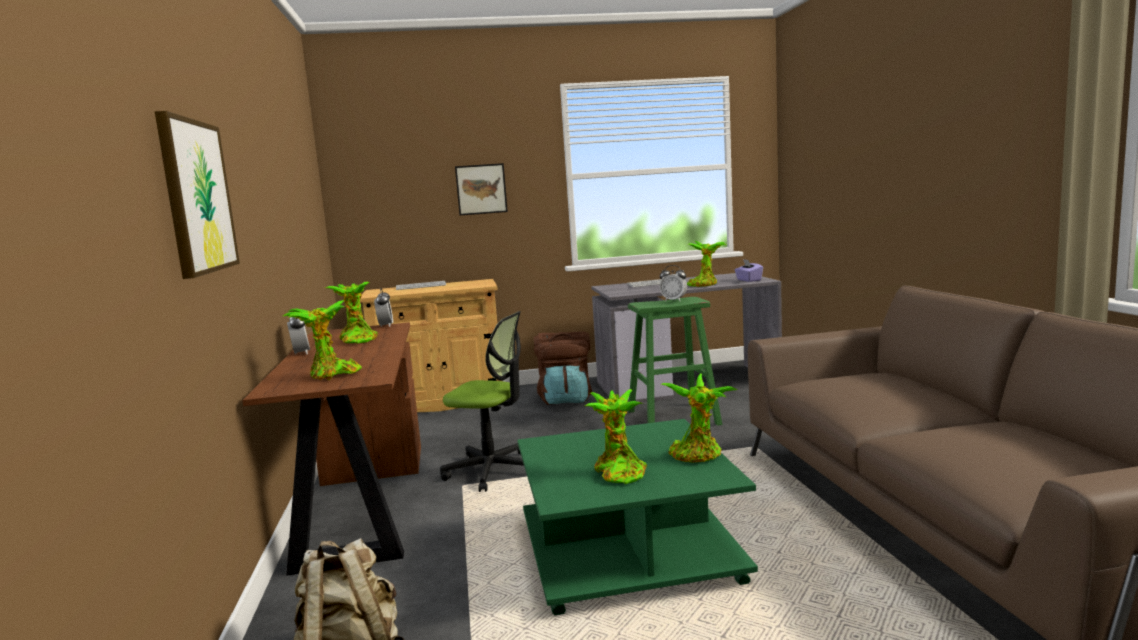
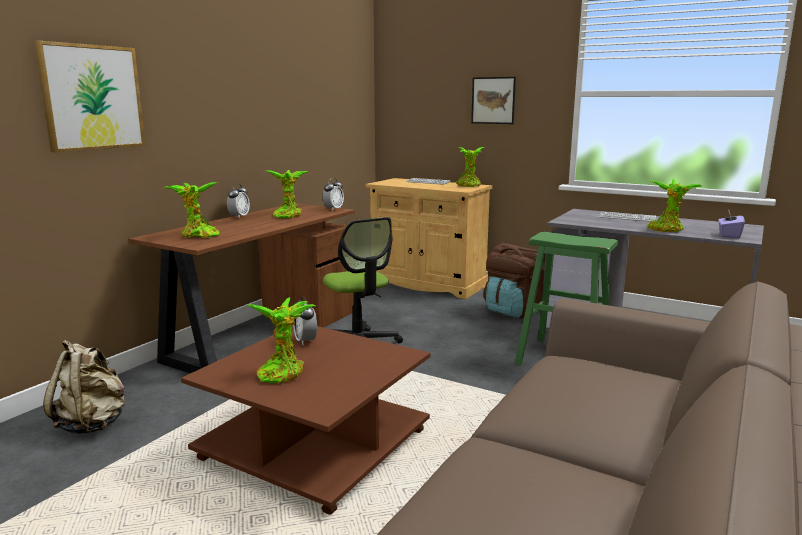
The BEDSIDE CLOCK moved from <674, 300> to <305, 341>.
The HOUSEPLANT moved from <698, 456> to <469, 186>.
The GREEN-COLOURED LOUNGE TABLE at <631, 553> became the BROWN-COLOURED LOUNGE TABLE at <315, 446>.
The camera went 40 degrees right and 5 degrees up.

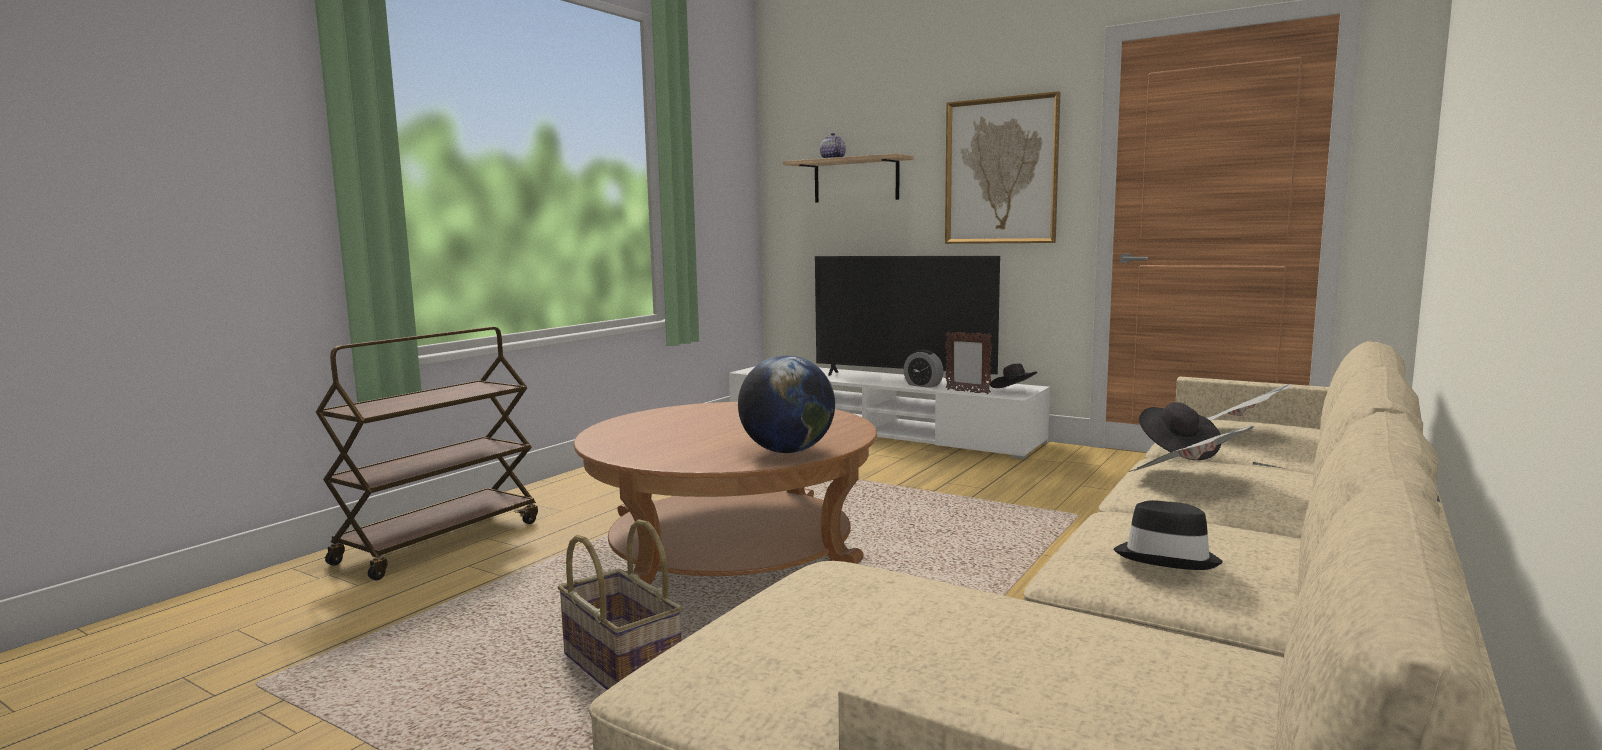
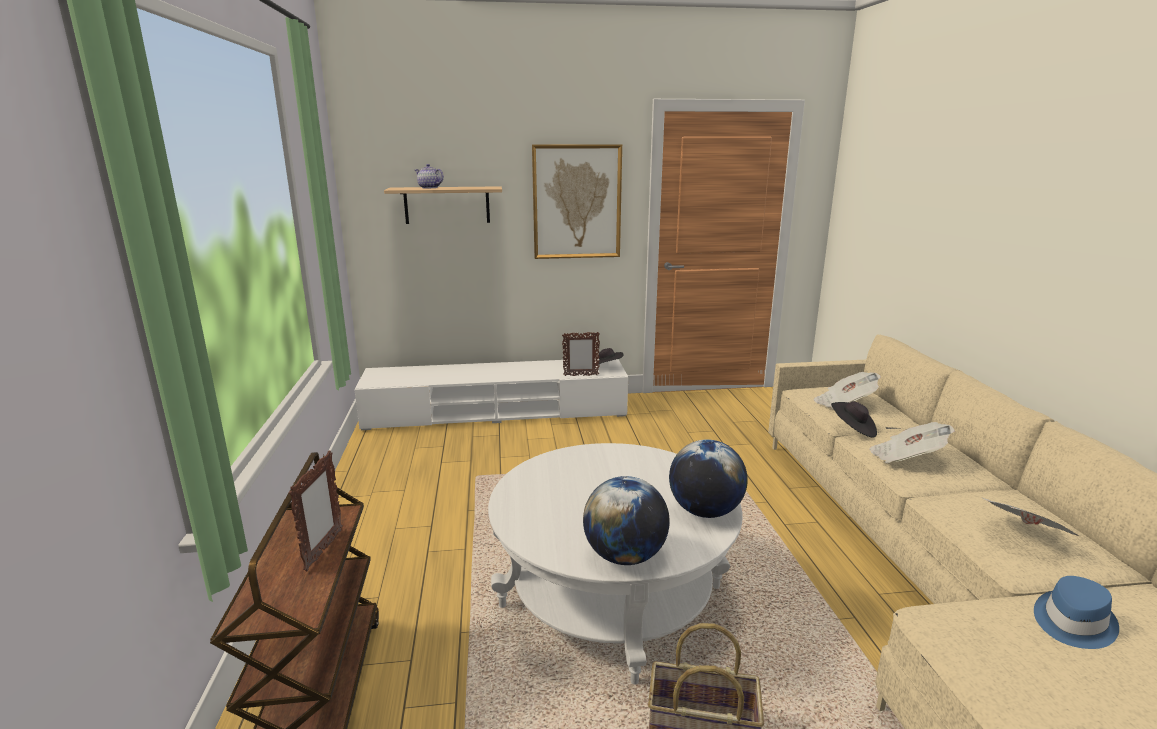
The TELEVISION at <903, 378> disappeared.
The BEDSIDE CLOCK at <923, 385> disappeared.
The PHOTO FRAME at <323, 550> appeared.
The WORLD GLOBE at <625, 556> appeared.
The BLUE-COLOURED CLOTHING HAT at <1072, 622> appeared.
The BLACK CLOTHING HAT at <1167, 557> was replaced by the NEWSPAPER at <1025, 536>.
The BROWN-COLOURED LOUNGE TABLE at <731, 566> became the WHITISH LOUNGE TABLE at <612, 597>.
The camera went 40 degrees left and 10 degrees up.

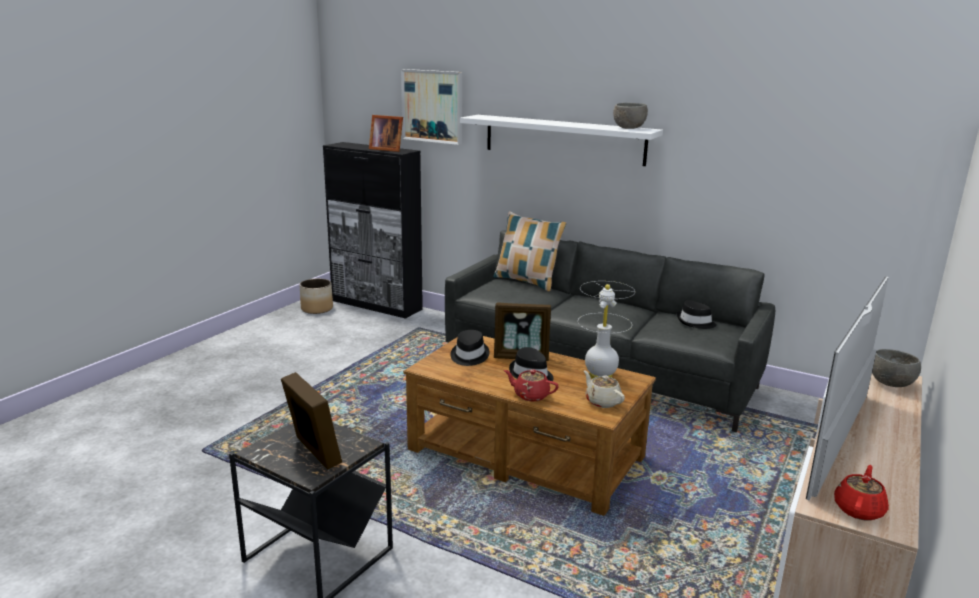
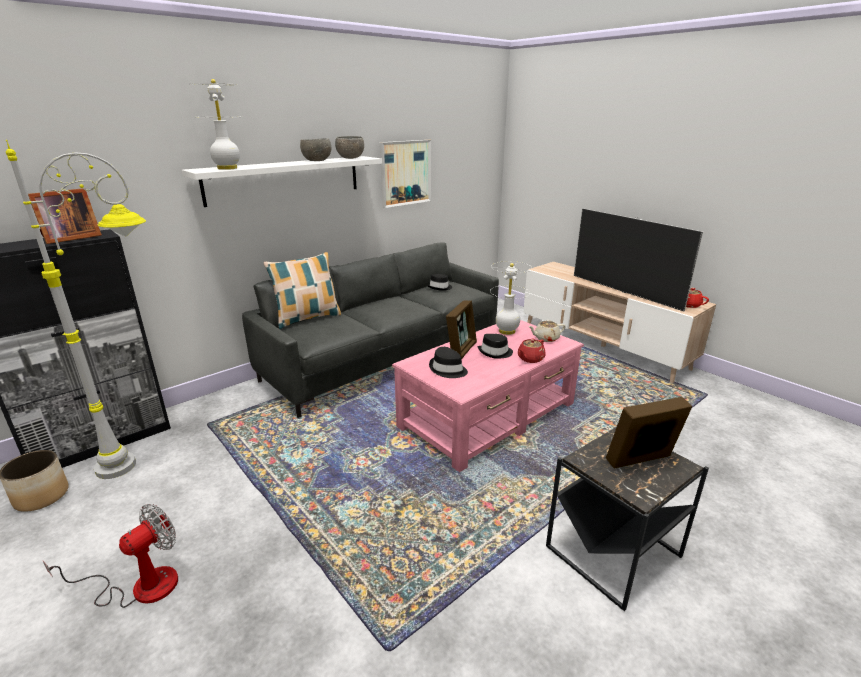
The GREY FLOOR LAMP at <150, 456> appeared.
The ELECTRIC FAN at <140, 586> appeared.
The WHITISH TABLE LAMP at <227, 168> appeared.
The WALL ART moved from <432, 106> to <405, 173>.
The GREY BOWL moved from <892, 384> to <317, 161>.
The BROWN-COLOURED LOUNGE TABLE at <526, 454> became the PINK LOUNGE TABLE at <489, 415>.
The camera went 70 degrees left and 5 degrees up.

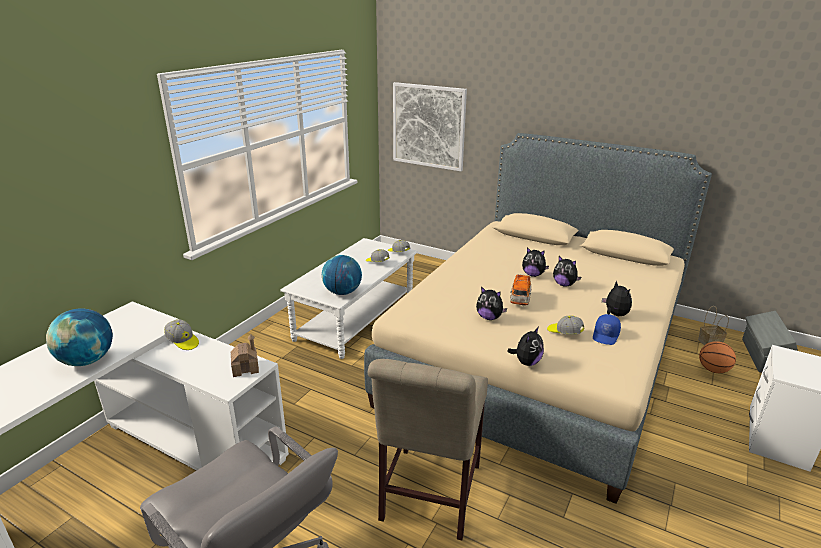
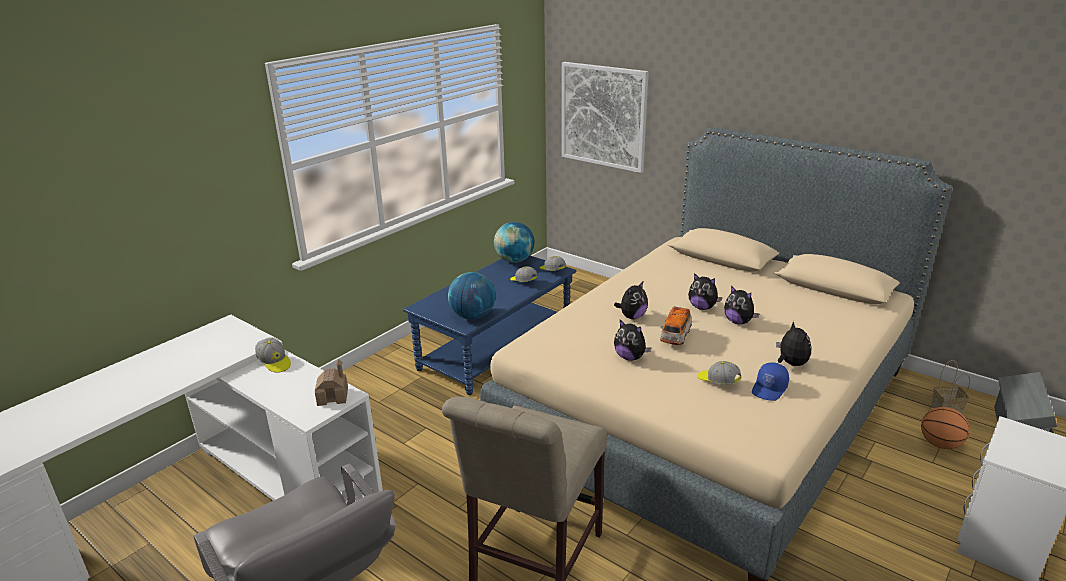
The WORLD GLOBE moved from <87, 360> to <514, 260>.
The SOFT TOY moved from <526, 362> to <632, 317>.
The WHITISH LOUNGE TABLE at <355, 318> became the BLUE-COLOURED LOUNGE TABLE at <496, 348>.
The camera went 10 degrees right and 0 degrees up.

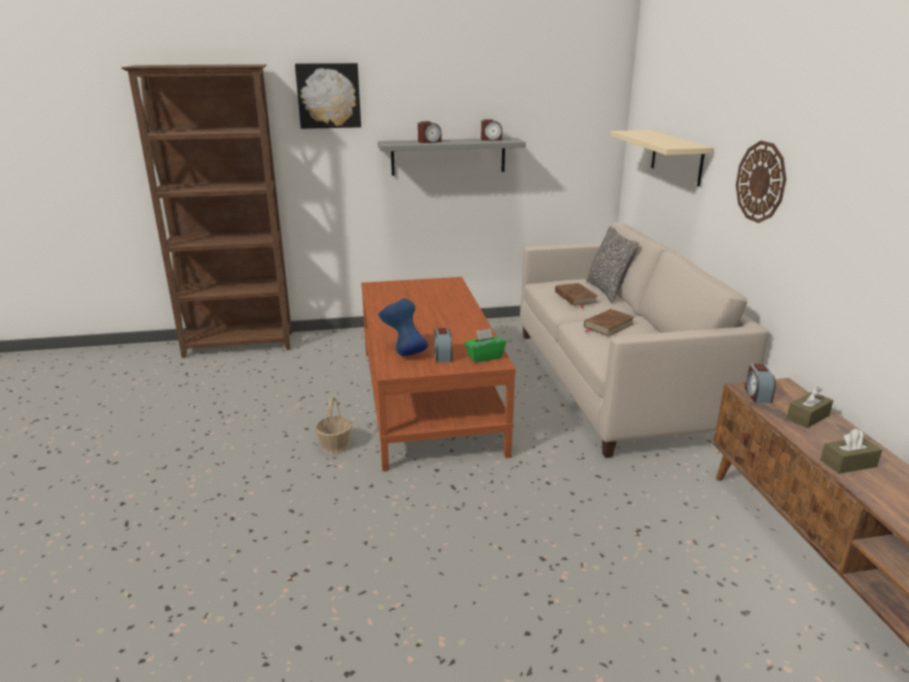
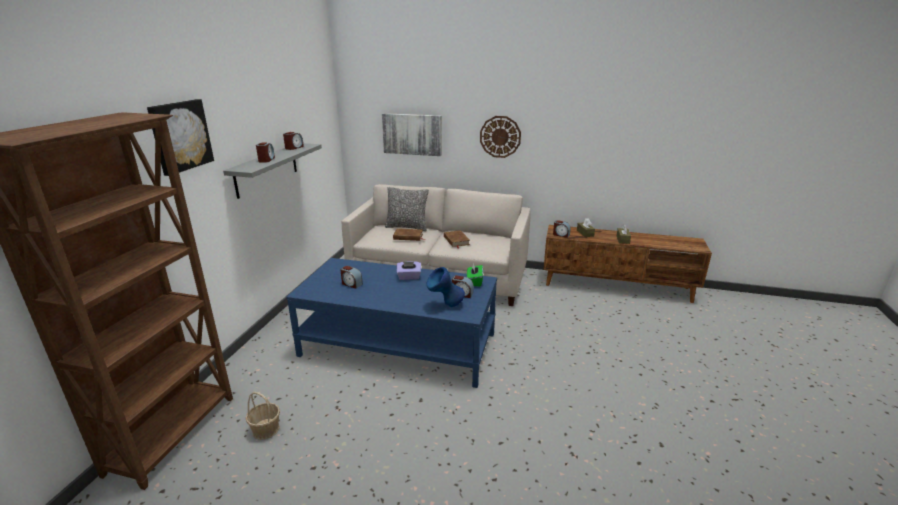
The BEDSIDE CLOCK at <351, 284> appeared.
The PURPLISH TISSUE BOX at <409, 277> appeared.
The HOUSEHOLD BASKET moved from <335, 445> to <266, 429>.
The SAND-COLOURED SHELF at <676, 157> was replaced by the WALL ART at <412, 134>.
The BROWN-COLOURED LOUNGE TABLE at <428, 399> became the BLUE-COLOURED LOUNGE TABLE at <399, 345>.
The camera went 65 degrees left and 0 degrees up.

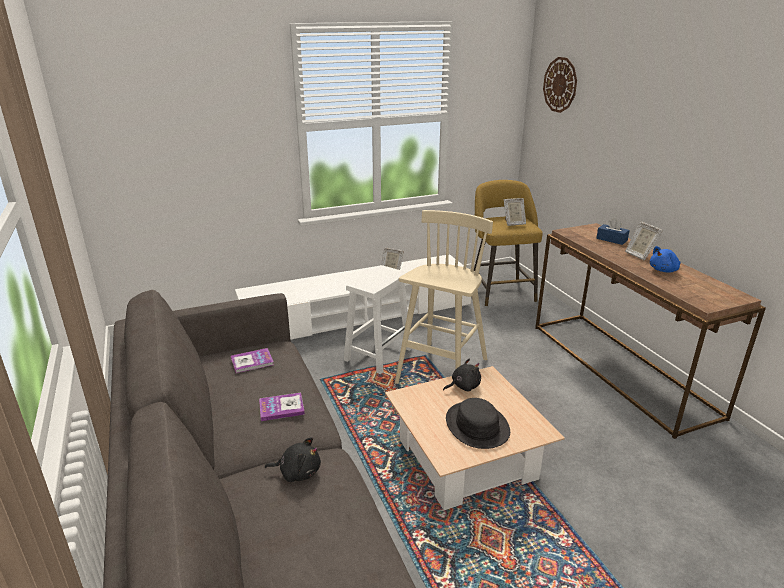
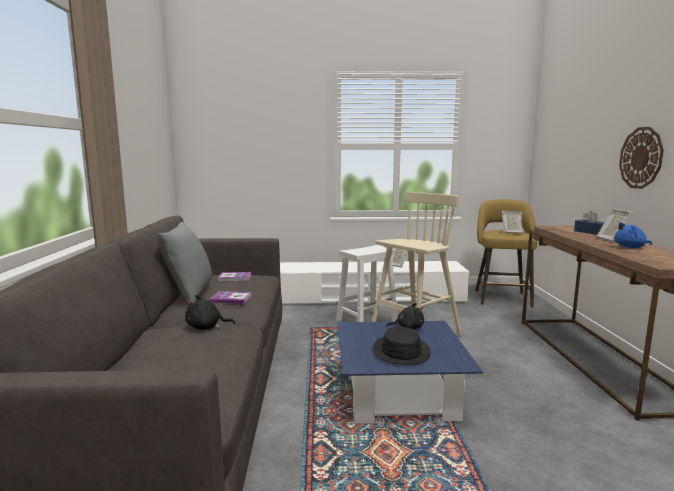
The GREY CUSHION at <189, 294> appeared.
The HANGING CLOCK moved from <560, 85> to <641, 158>.
The SAND-COLOURED LOUNGE TABLE at <466, 459> became the BLUE-COLOURED LOUNGE TABLE at <399, 394>.
The BLACK SOFT TOY at <298, 472> turned 150 degrees clockwise.
The camera went 20 degrees right and 15 degrees down.

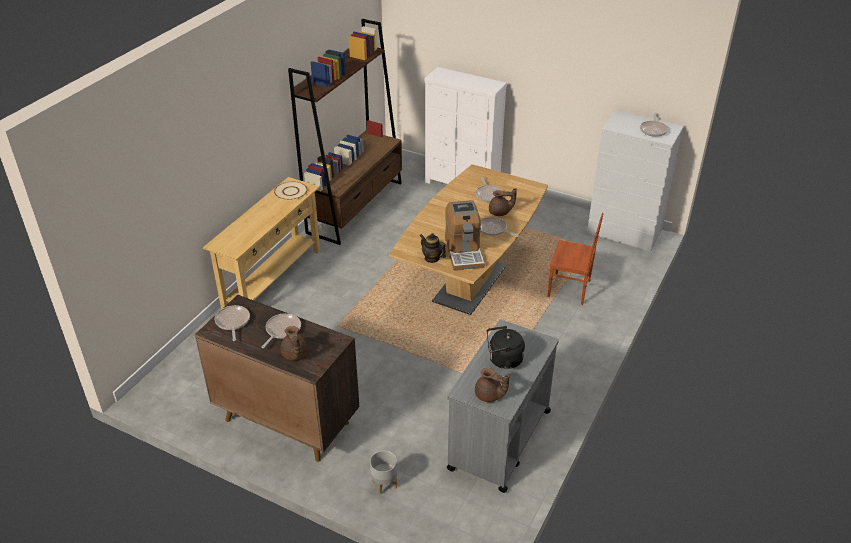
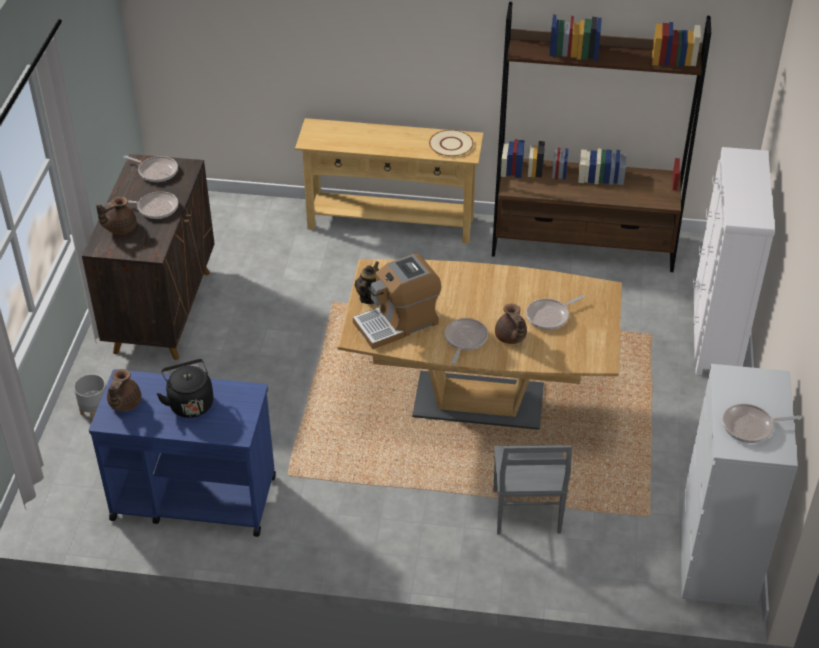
The GREY TROLLEY at <499, 440> became the BLUE-COLOURED TROLLEY at <193, 497>.
The BROWN-COLOURED UPRIGHT CHAIR at <569, 289> became the GREY UPRIGHT CHAIR at <525, 513>.
The SKILLET at <232, 322> turned 60 degrees clockwise.
The camera went 70 degrees right and 5 degrees up.

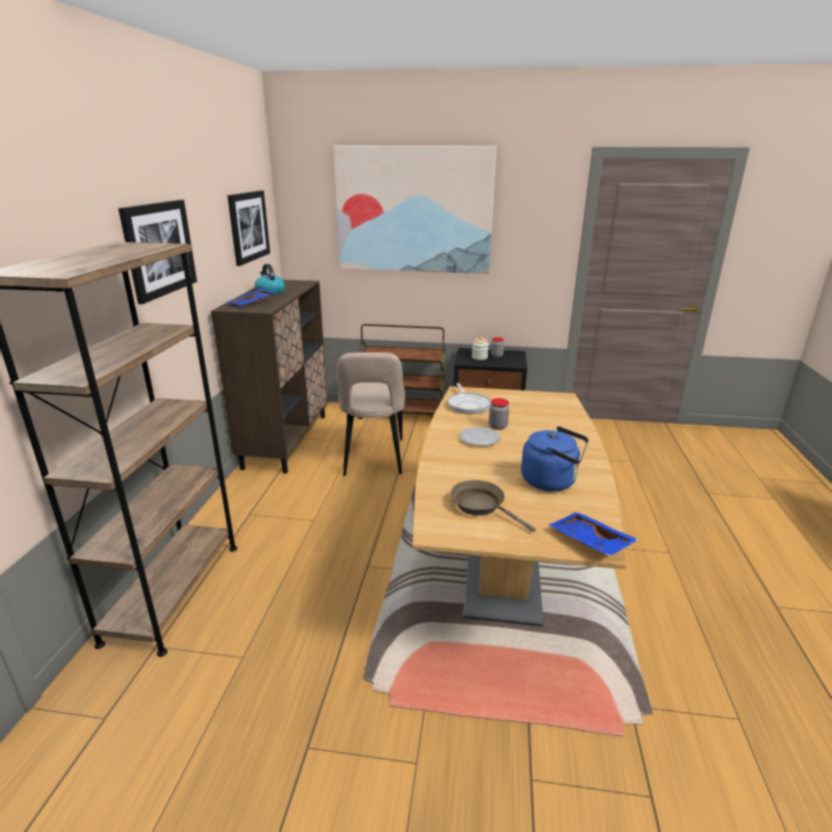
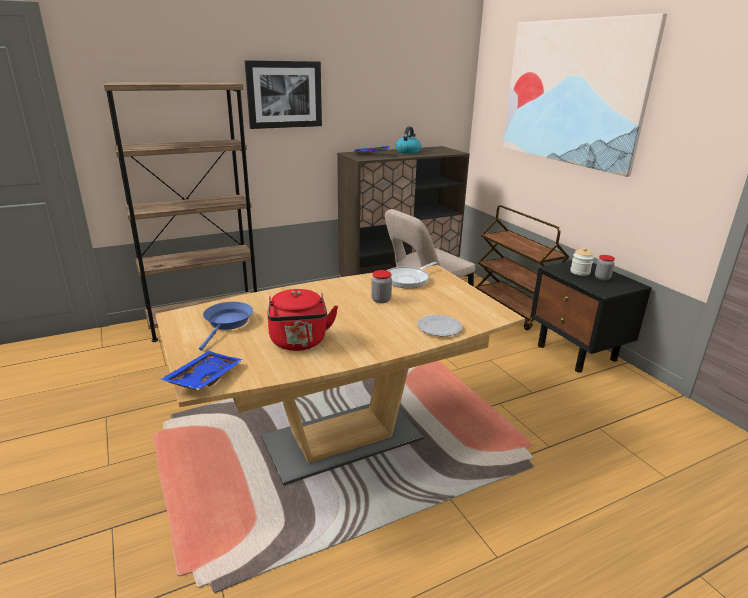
The WALL ART at <248, 226> disappeared.
The DINNER PLATE moved from <479, 438> to <439, 328>.
The BROWN-COLOURED SKILLET at <481, 506> became the BLUE-COLOURED SKILLET at <227, 323>.
The BLUE-COLOURED TEA KETTLE at <552, 481> became the RED TEA KETTLE at <299, 343>.
The camera went 55 degrees right and 0 degrees up.

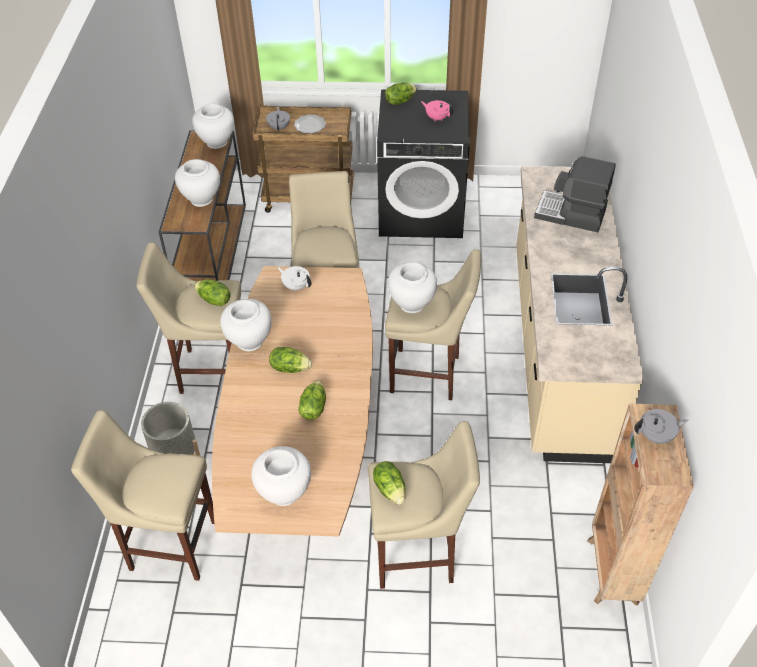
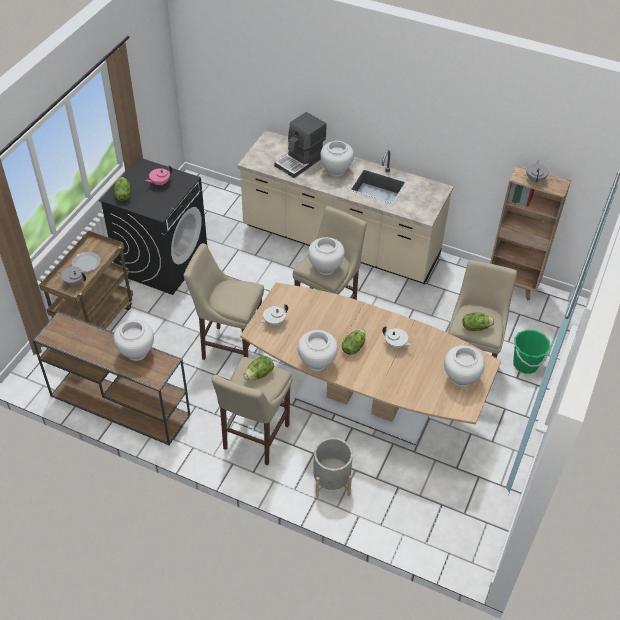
The SAND-COLOURED SITTING STOOL at <169, 544> disappeared.
The GREEN-COLOURED BUCKET at <525, 364> appeared.
The WHITISH VASE moved from <217, 142> to <336, 171>.
The LETTUCE at <313, 408> was replaced by the WHITISH POT FOR TEA at <395, 345>.
The camera went 70 degrees left and 0 degrees up.

